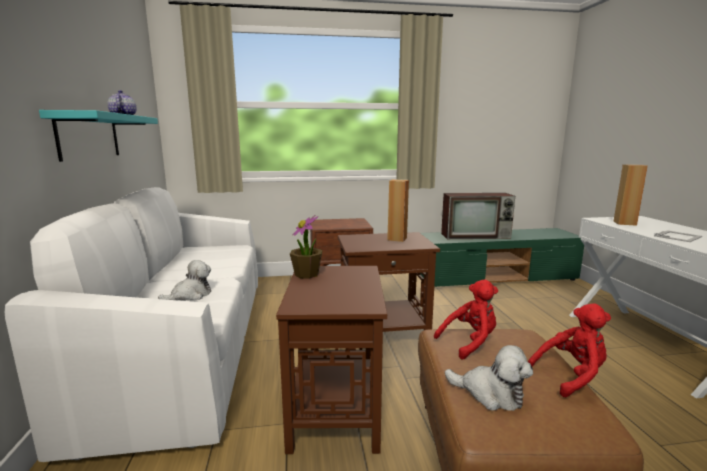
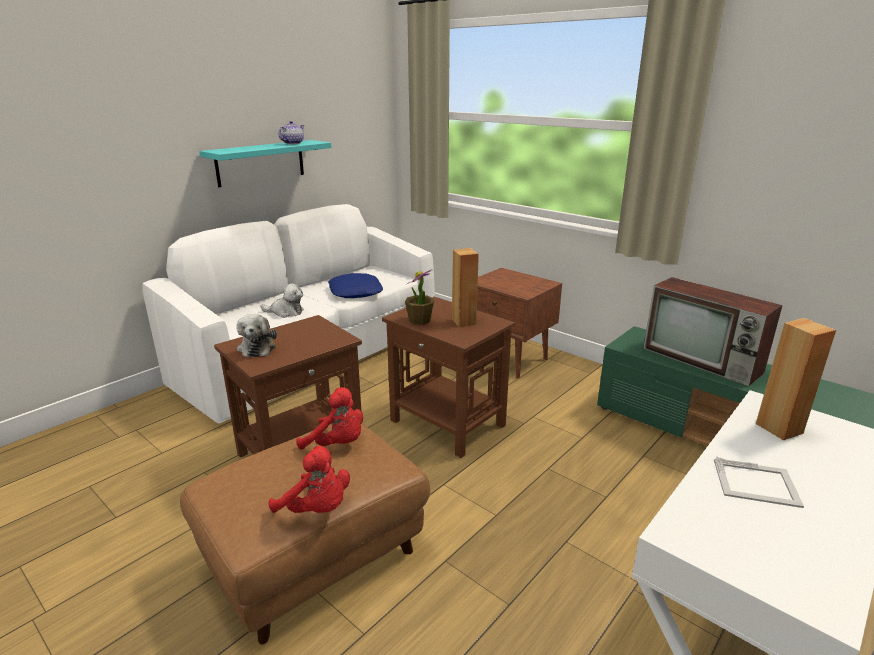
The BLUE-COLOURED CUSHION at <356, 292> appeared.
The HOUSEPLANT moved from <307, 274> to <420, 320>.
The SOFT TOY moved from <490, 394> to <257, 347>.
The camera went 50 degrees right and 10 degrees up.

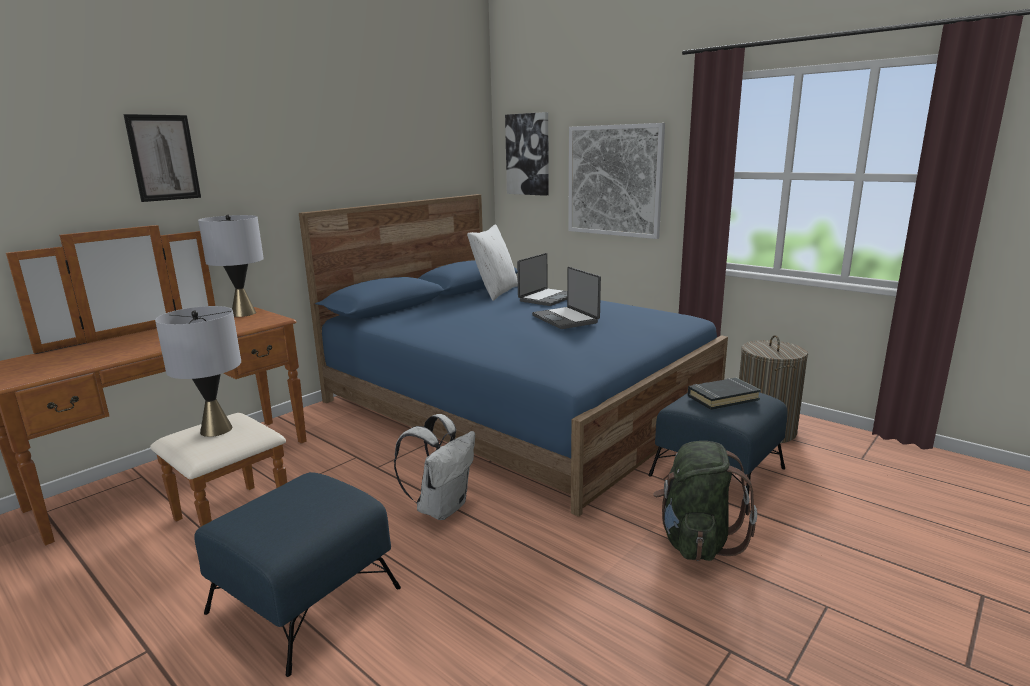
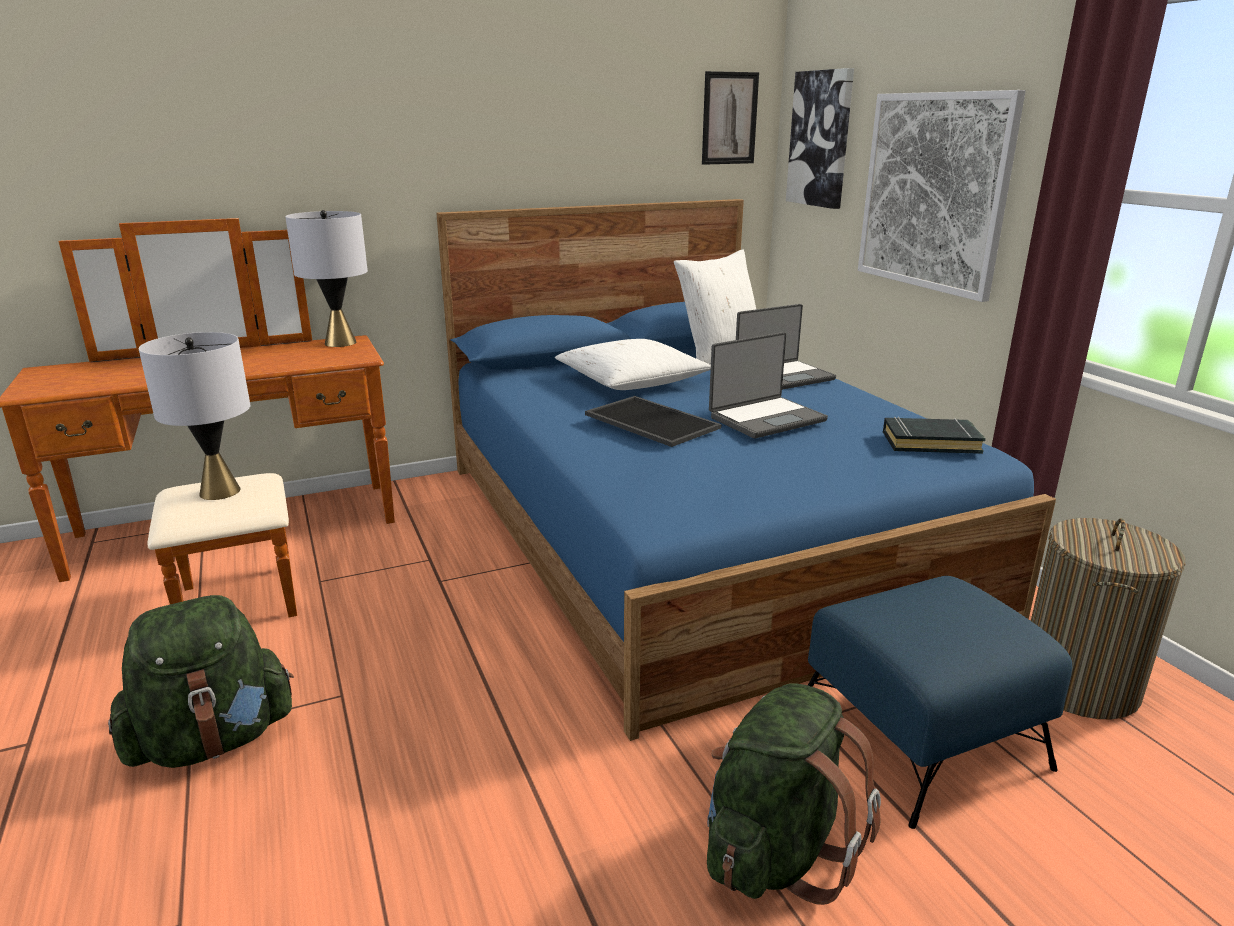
The WHITISH RUCKSACK at <442, 507> disappeared.
The WHITISH CUSHION at <631, 382> appeared.
The CARRYING TRAY at <649, 421> appeared.
The WALL ART moved from <163, 158> to <729, 118>.
The BLACK VOLUME moved from <722, 398> to <930, 442>.
The BLUE-COLOURED OTTOMAN at <306, 599> was replaced by the GREEN-COLOURED RUCKSACK at <213, 740>.
The PORTABLE COMPUTER at <566, 319> turned 120 degrees counterclockwise.
The camera went 25 degrees right and 5 degrees up.

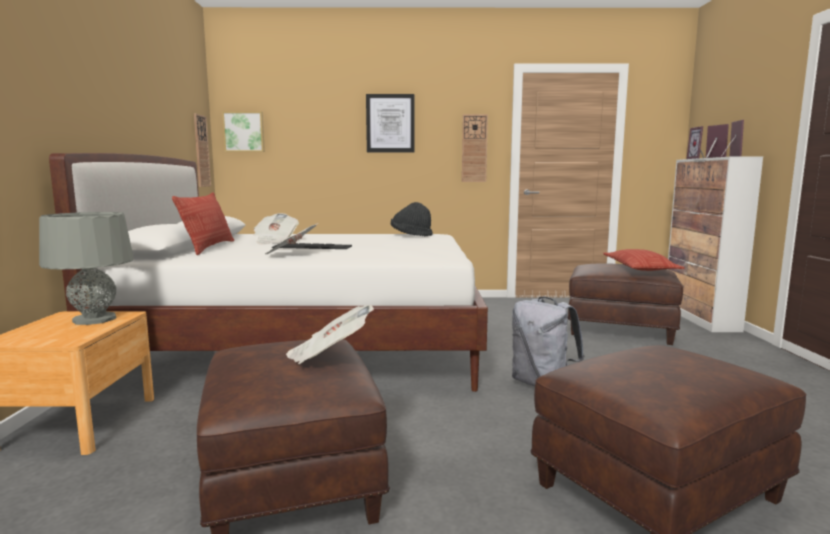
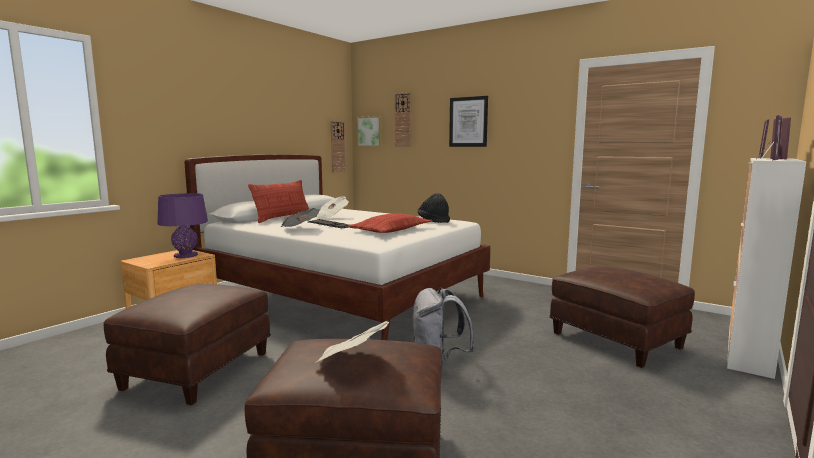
The NEWSPAPER moved from <329, 356> to <352, 360>.
The HANGING CLOCK moved from <474, 148> to <403, 120>.
The CUSHION moved from <639, 267> to <391, 230>.
The GREY TABLE LAMP at <94, 319> became the PURPLISH TABLE LAMP at <185, 255>.
The camera went 35 degrees right and 0 degrees up.

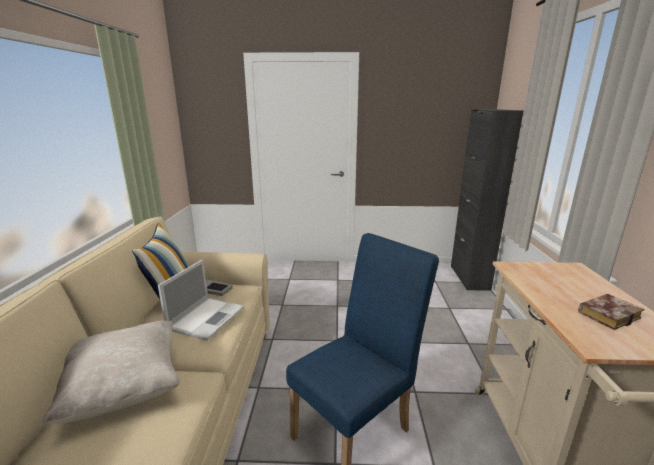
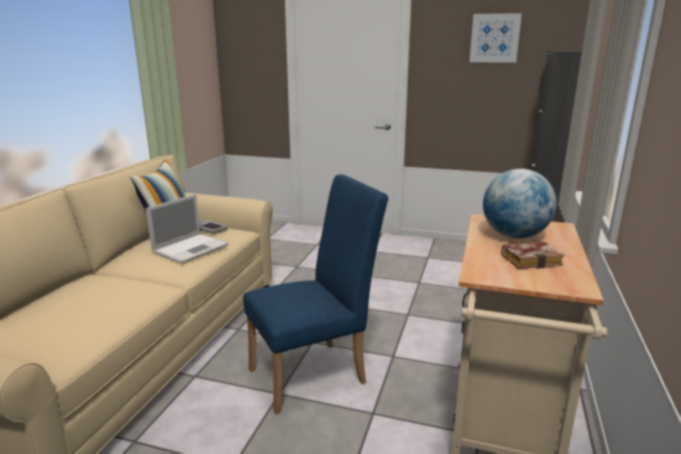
The SAND-COLOURED CUSHION at <125, 388> disappeared.
The WALL ART at <494, 38> appeared.
The WORLD GLOBE at <514, 236> appeared.
The camera went 15 degrees right and 0 degrees up.

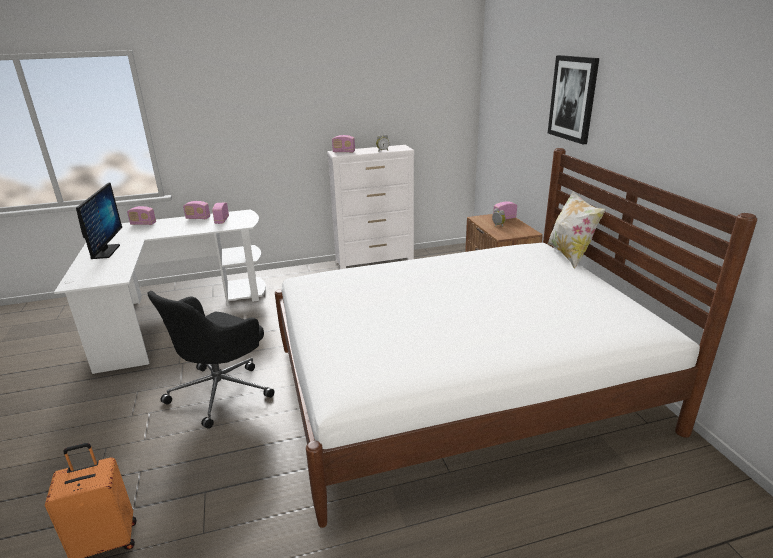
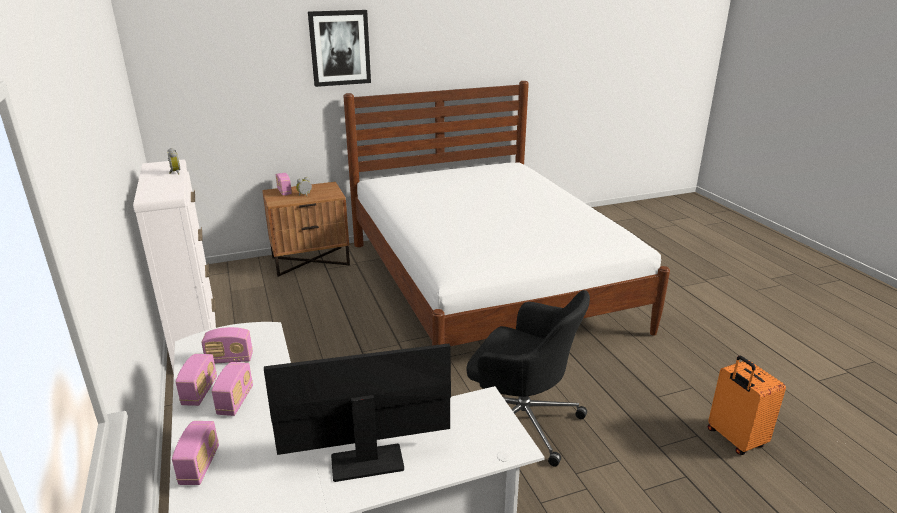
The CUSHION at <569, 255> disappeared.
The RADIO RECEIVER moved from <344, 152> to <235, 401>.
The camera went 95 degrees left and 0 degrees up.

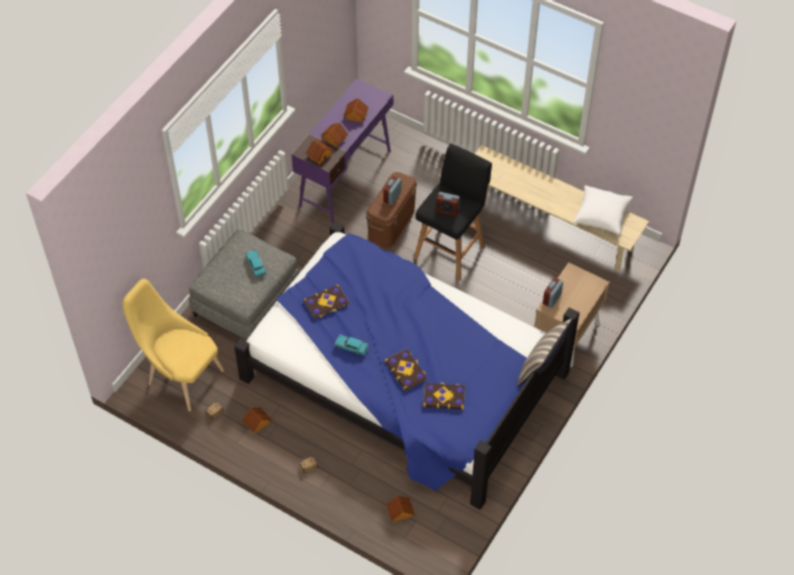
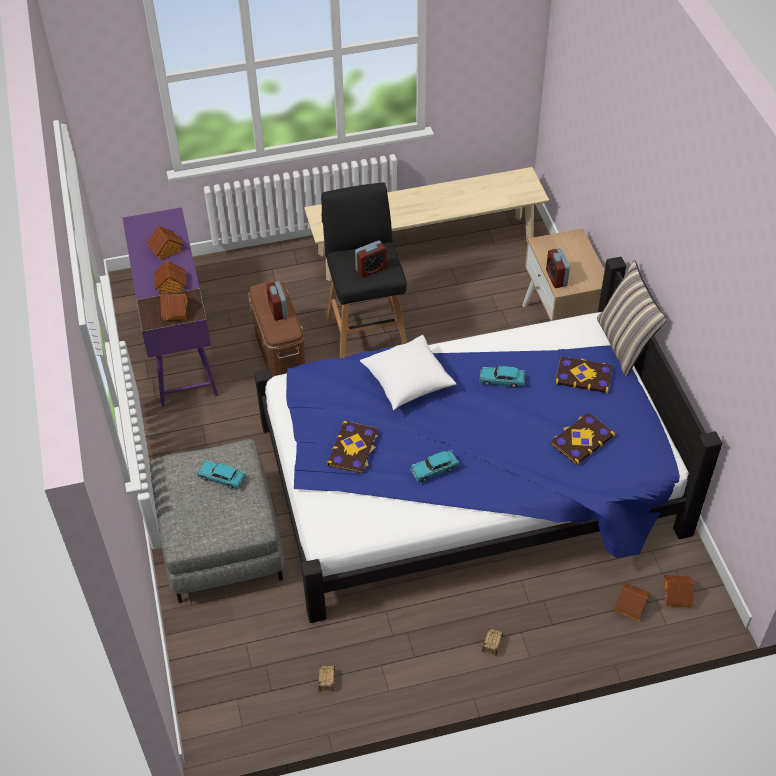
The YELLOW-COLOURED UPRIGHT CHAIR at <181, 375> disappeared.
The TURQUOISE MODEL CAR at <502, 381> appeared.
The MODEL HOUSE moved from <257, 423> to <677, 595>.
The VOLUME moved from <406, 370> to <583, 375>.
The WHITISH CUSHION moved from <601, 216> to <407, 382>.
The camera went 45 degrees left and 5 degrees down.

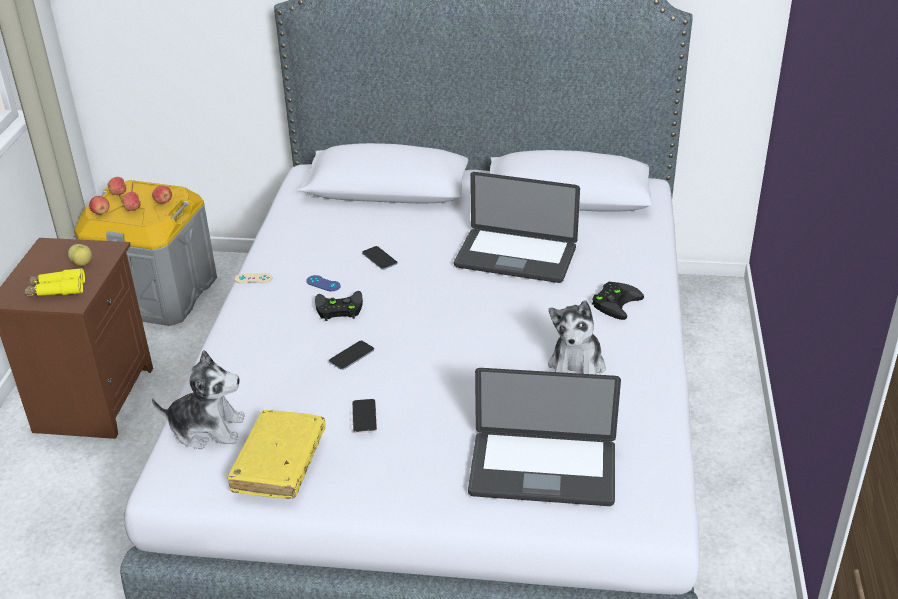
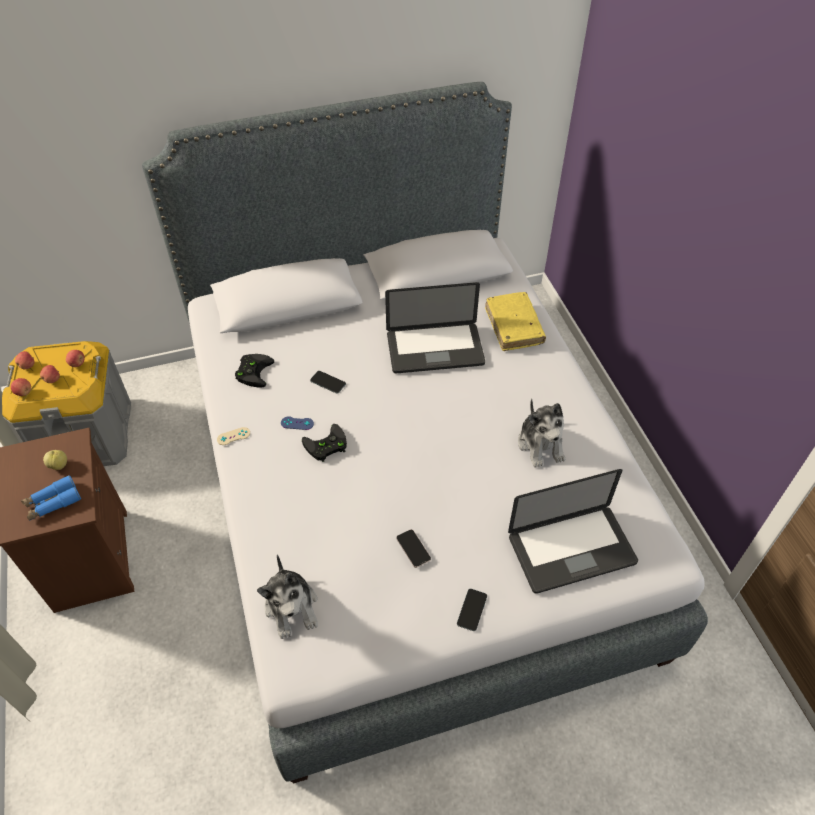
The YELLOW-COLOURED VOLUME moved from <279, 462> to <514, 326>.
The HANDSET moved from <351, 355> to <472, 610>.
The BLACK GAME CONTROLLER moved from <615, 302> to <253, 371>.
The YELLOW-COLOURED FIELD GLASSES at <56, 290> became the BLUE-COLOURED FIELD GLASSES at <53, 502>.
The SOFT TOY at <207, 429> turned 90 degrees clockwise.
The camera went 25 degrees left and 15 degrees up.

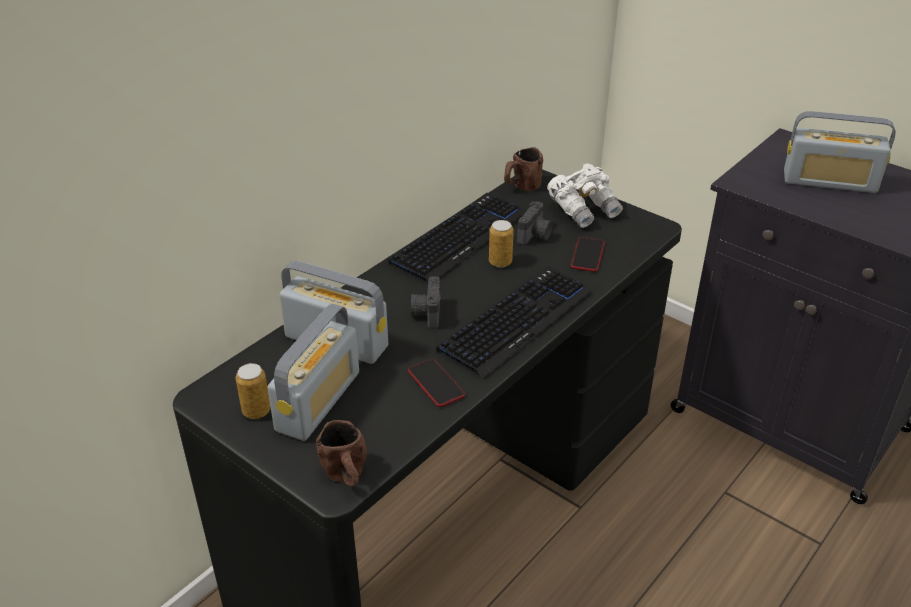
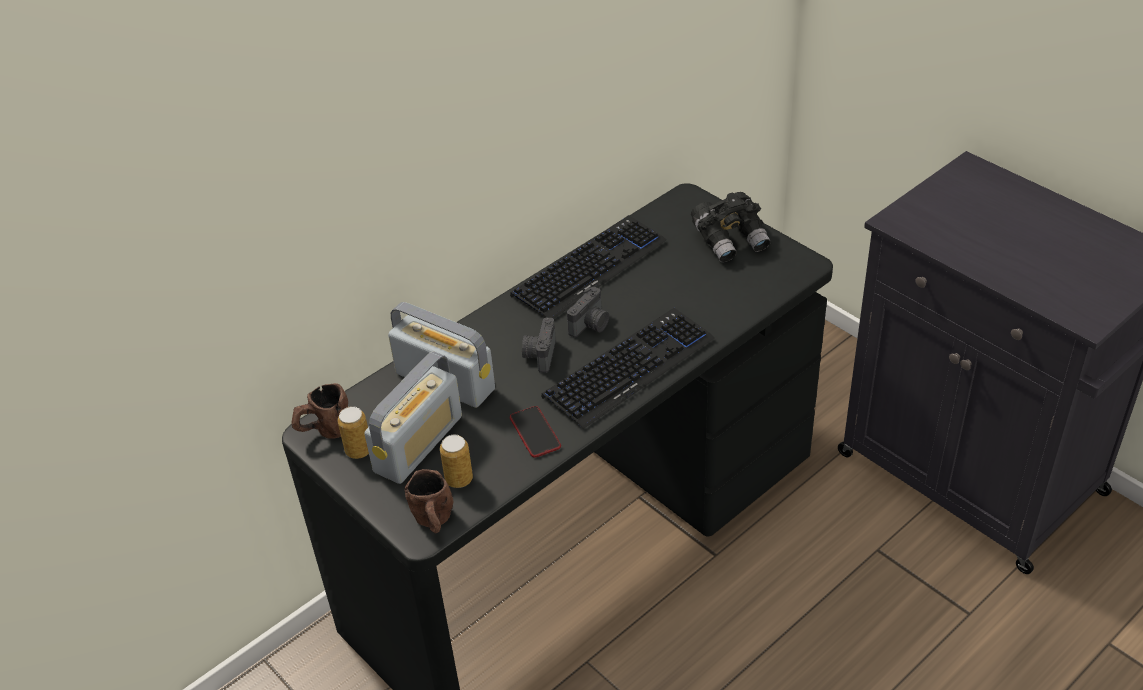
The HANDSET at <587, 255> disappeared.
The RADIO RECEIVER at <829, 182> disappeared.
The SEALED CAN moved from <500, 262> to <459, 479>.
The BROWN-COLOURED TEA MUG moved from <521, 187> to <324, 431>.
The STILL CAMERA moved from <535, 235> to <590, 325>.
The WHITISH FIELD GLASSES at <584, 210> became the BLACK FIELD GLASSES at <731, 240>.
The camera went 10 degrees right and 5 degrees up.

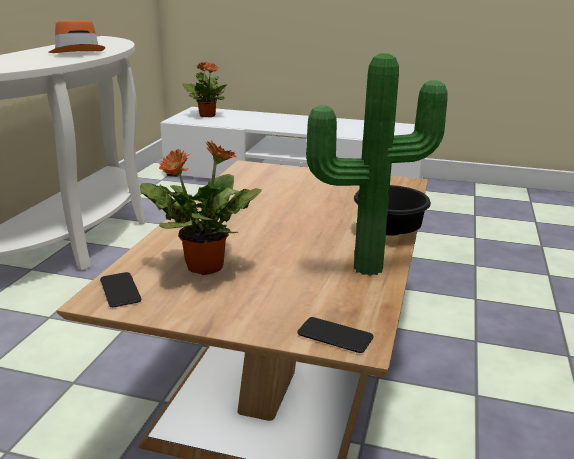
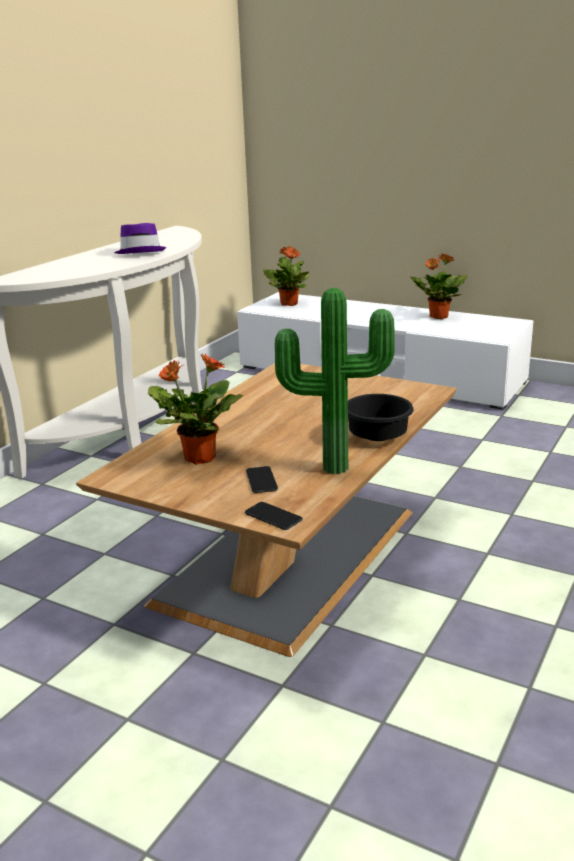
The HOUSEPLANT at <438, 317> appeared.
The HANDSET moved from <120, 290> to <261, 480>.
The ORANGE-COLOURED CLOTHING HAT at <77, 52> became the PURPLISH CLOTHING HAT at <140, 252>.
The camera went 15 degrees right and 0 degrees up.

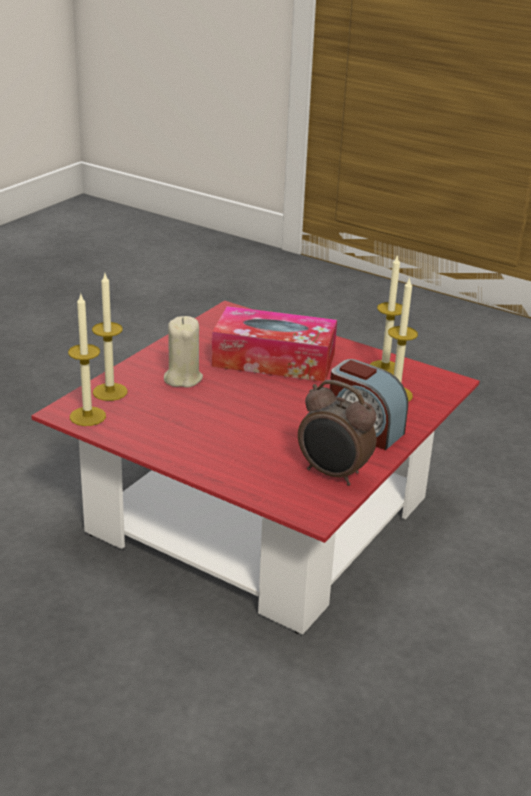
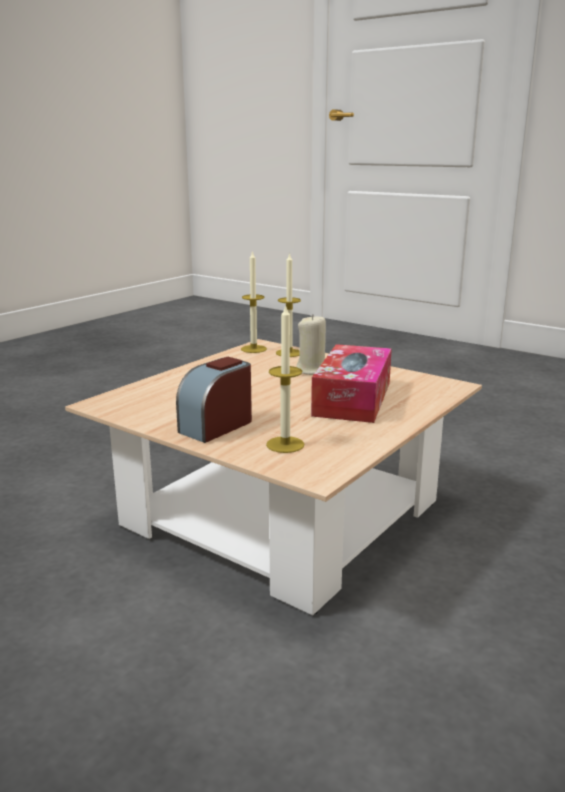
The BEDSIDE CLOCK at <333, 474> disappeared.
The WAX LIGHT at <384, 368> disappeared.
The RED LOUNGE TABLE at <260, 515> became the SAND-COLOURED LOUNGE TABLE at <282, 514>.
The camera went 95 degrees right and 10 degrees down.

